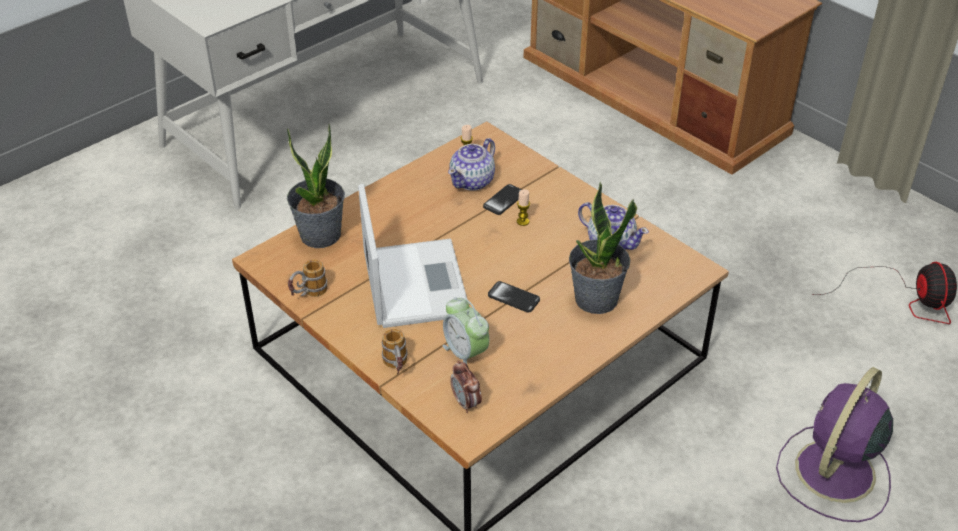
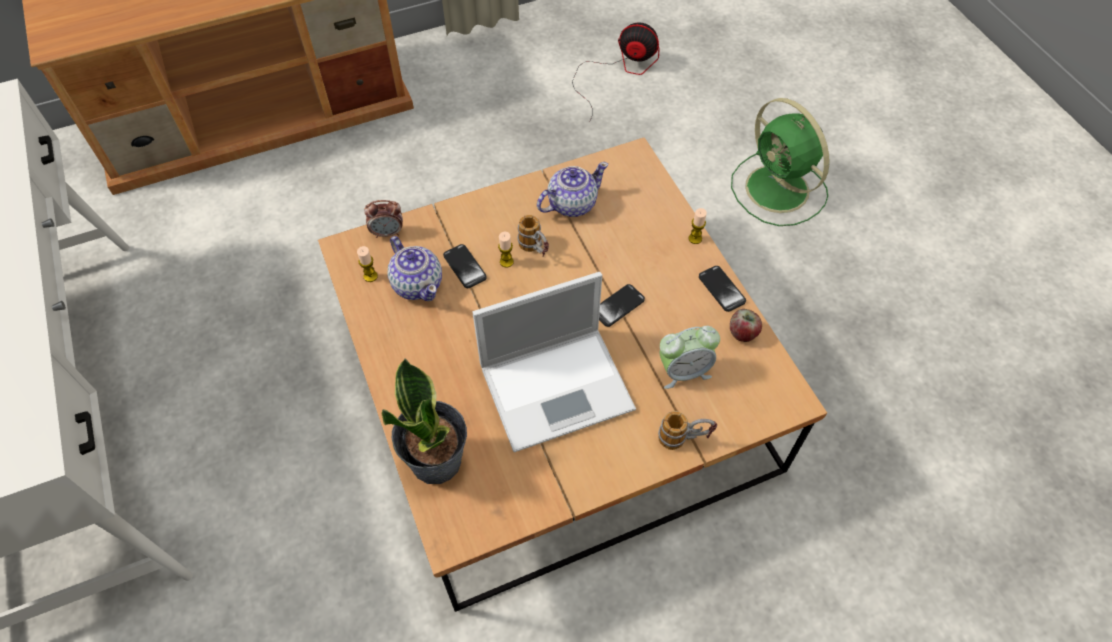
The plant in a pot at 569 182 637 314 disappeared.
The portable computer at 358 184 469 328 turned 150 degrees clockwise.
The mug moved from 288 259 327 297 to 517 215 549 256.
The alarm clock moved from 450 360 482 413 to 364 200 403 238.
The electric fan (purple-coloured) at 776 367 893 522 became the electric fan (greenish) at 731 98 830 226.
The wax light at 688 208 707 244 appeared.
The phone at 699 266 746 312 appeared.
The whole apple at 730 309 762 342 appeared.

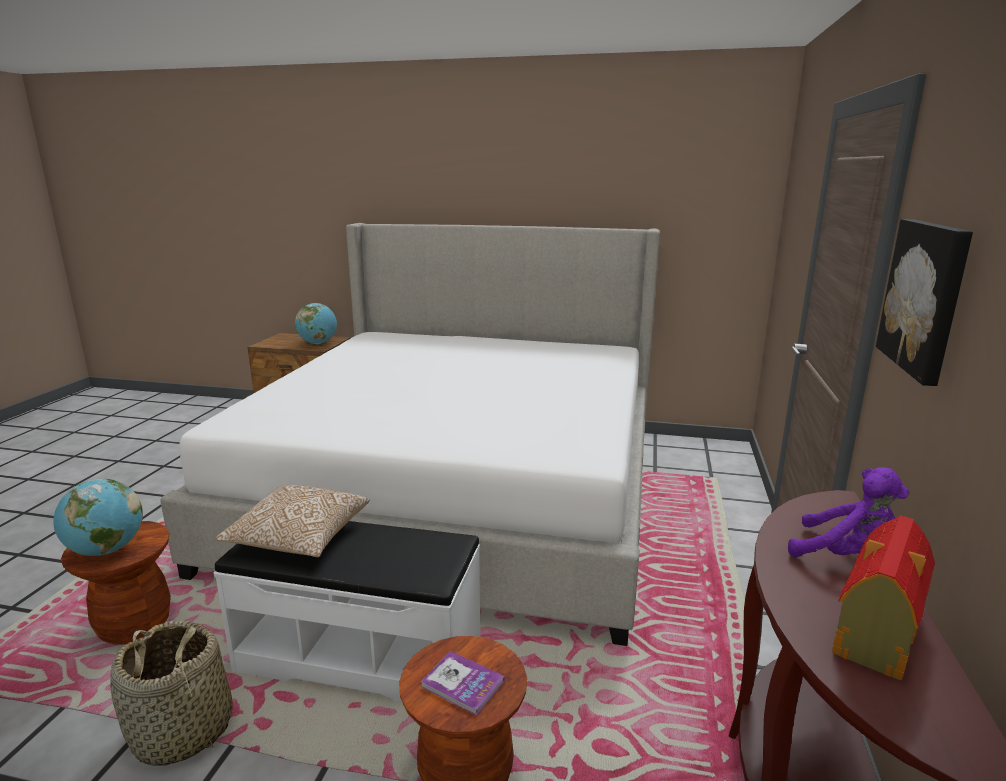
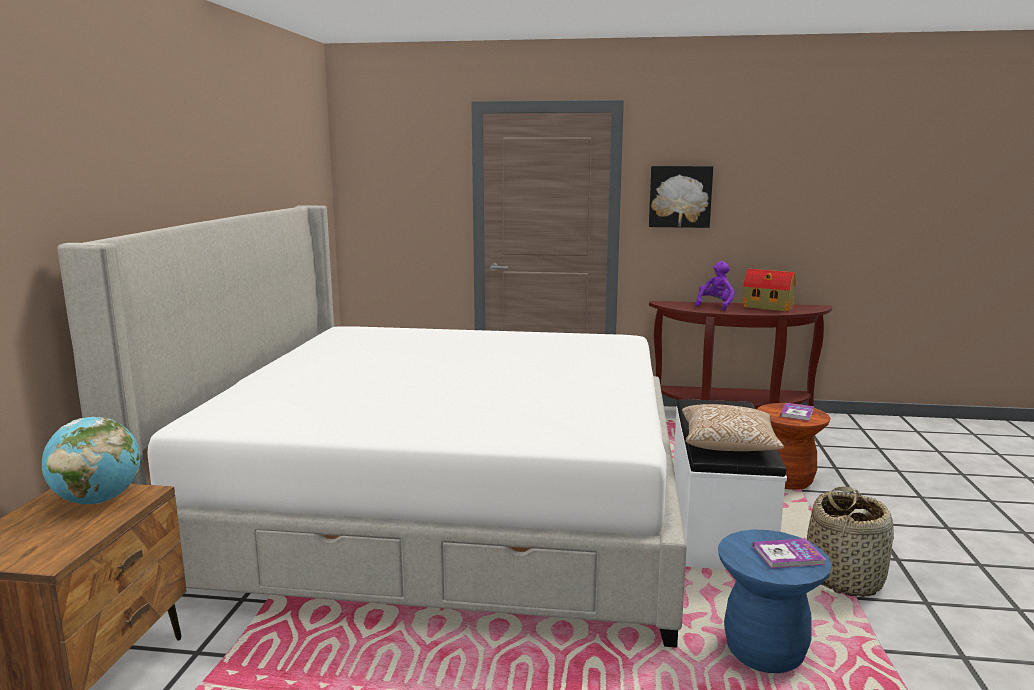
The world globe at 53 479 143 556 was replaced by the volume at 753 538 826 569.
The sitting stool (brown) at 61 521 171 645 became the sitting stool (blue-coloured) at 718 530 832 673.

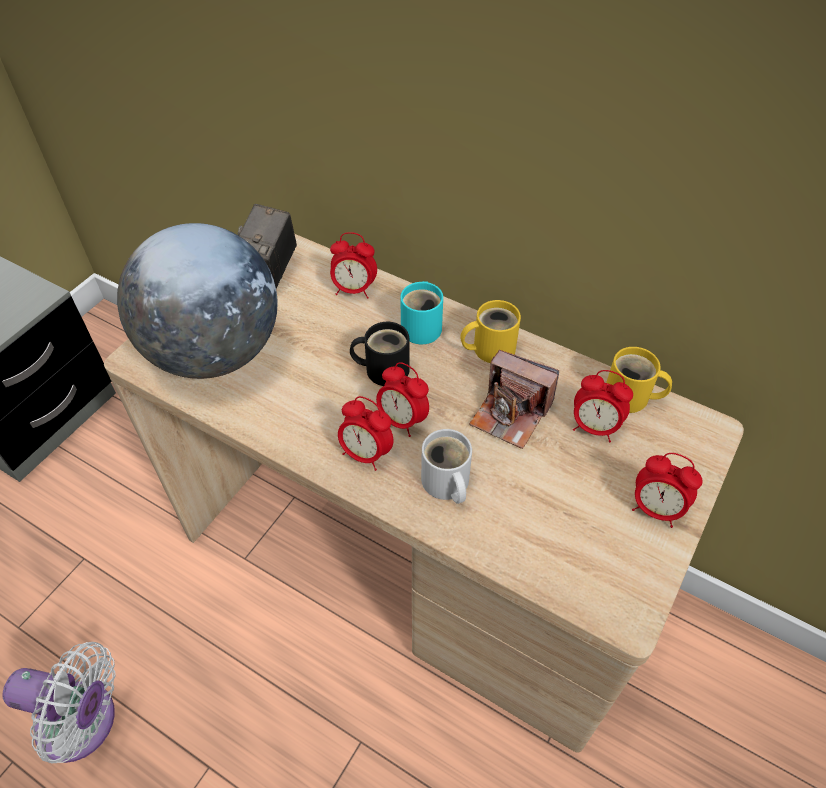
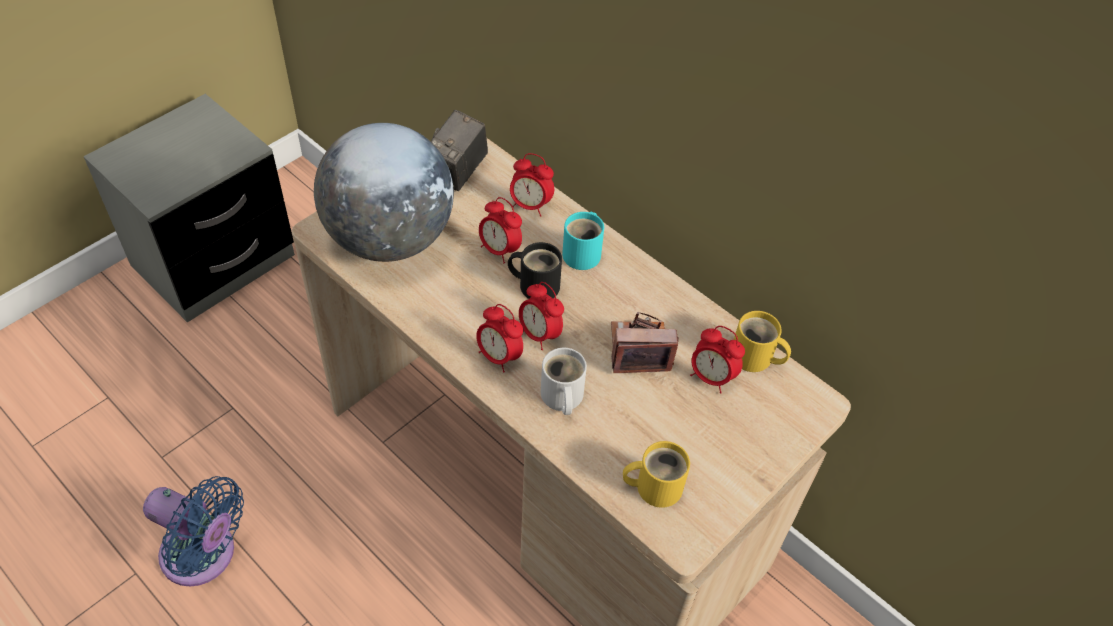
The mug (yellow) moved from 460 300 521 363 to 623 441 690 508.
The photo camera at 469 350 559 449 turned 135 degrees clockwise.
The alarm clock moved from 632 453 703 528 to 479 197 522 264.
The electric fan (white) at 2 642 116 763 became the electric fan (blue-coloured) at 143 476 244 587.

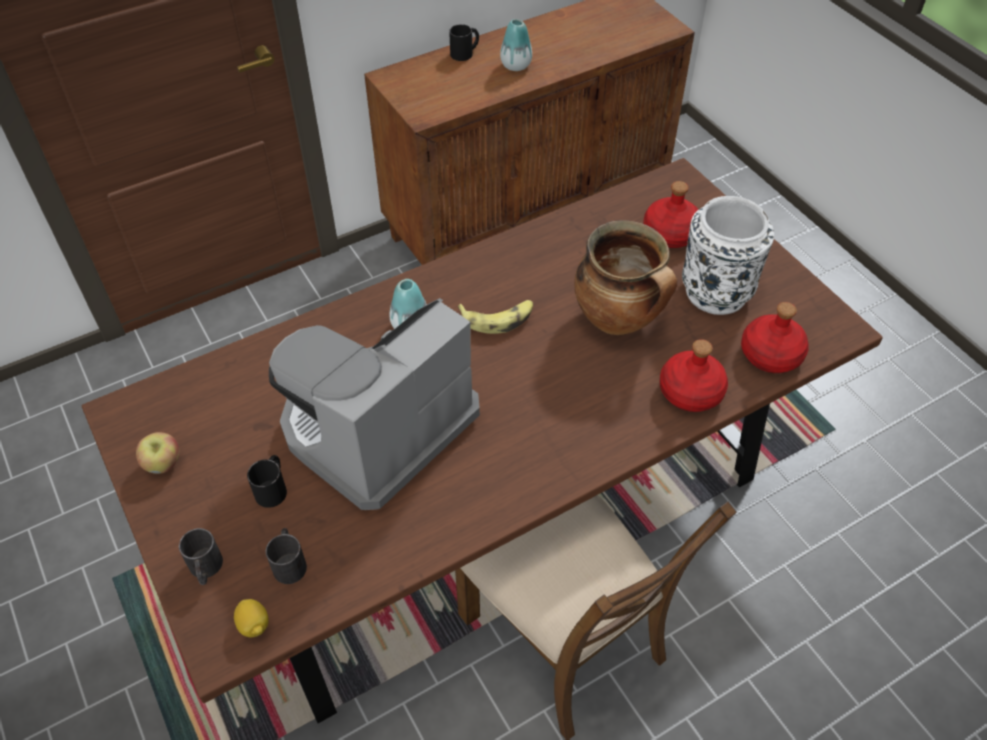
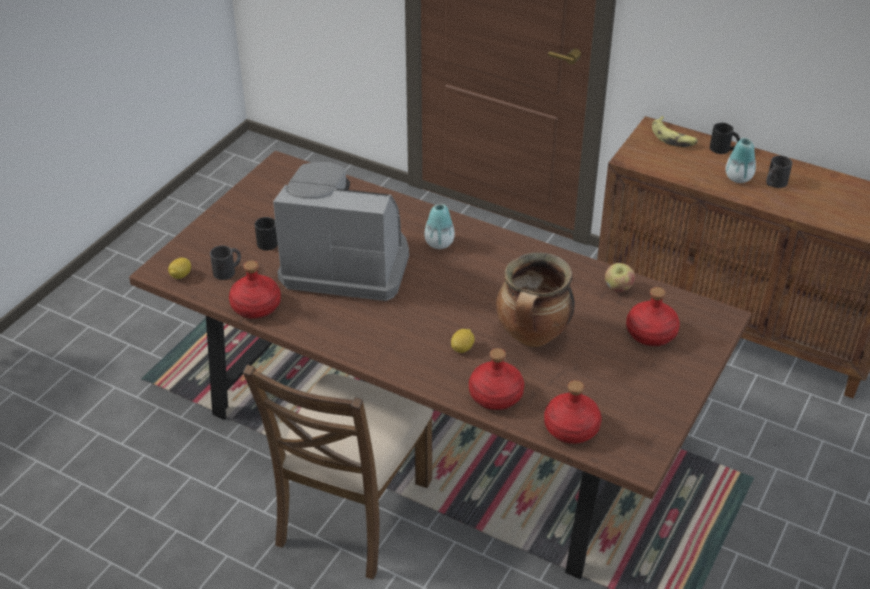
The flower vase (white) at 682 196 774 315 disappeared.
The banana fruit moved from 457 300 533 334 to 652 116 698 147.
The whole apple moved from 136 432 180 474 to 605 263 635 292.
The mug (black) moved from 179 528 223 585 to 766 155 792 188.
The bottle (red-coloured) at 229 261 281 319 appeared.
The whole lemon at 451 329 475 353 appeared.

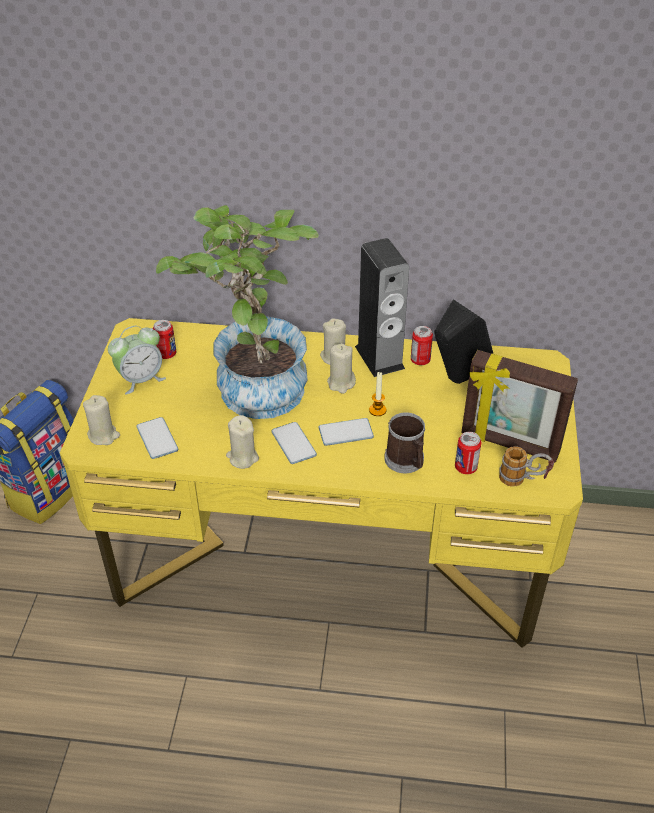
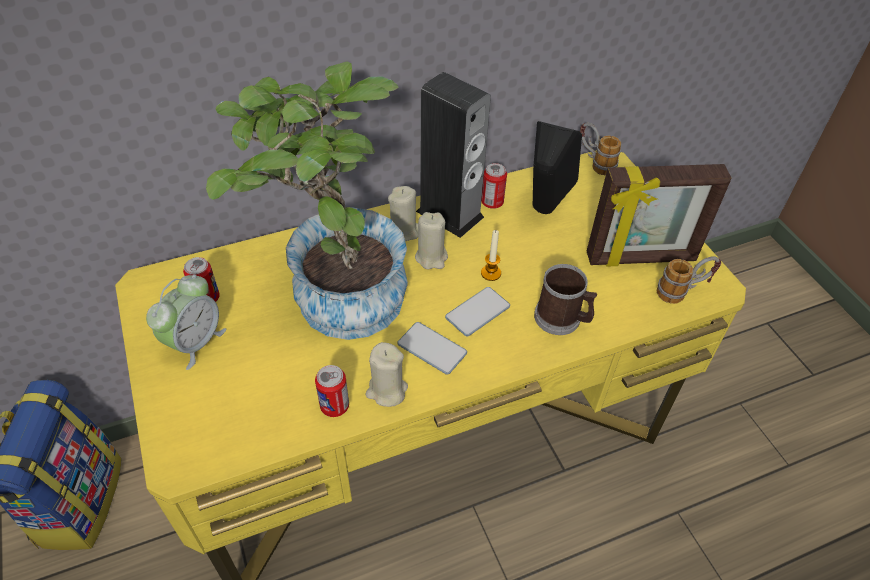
The wax light (beige-coloured) at 83 395 120 445 disappeared.
The phone at 136 417 178 459 disappeared.
The metal can moved from 455 432 481 474 to 315 365 349 417.
The mug at 580 123 621 175 appeared.

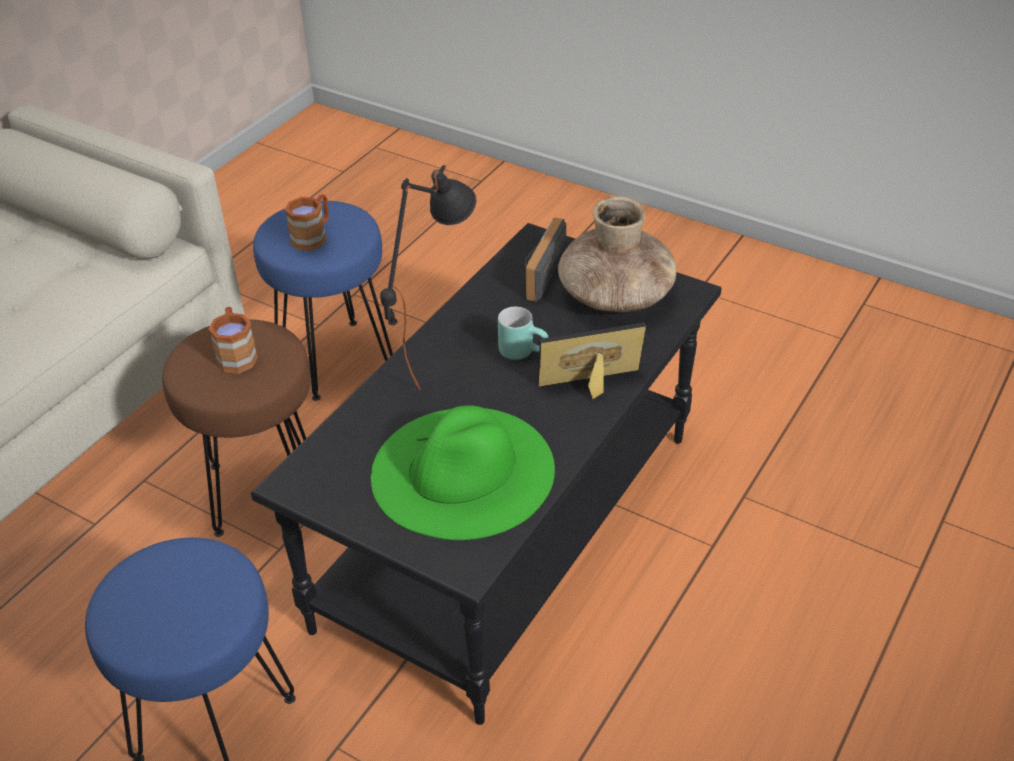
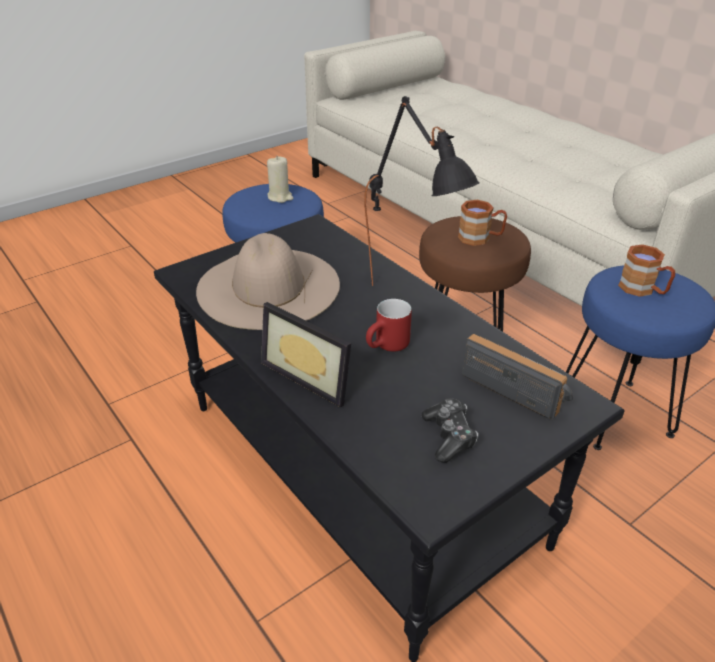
The flower vase (brown) at 558 196 677 312 was replaced by the game controller at 422 398 478 463.
The mug (turquoise-coloured) at 498 307 549 360 became the mug (red-coloured) at 366 299 412 352.
The photo frame at 537 323 646 399 turned 120 degrees clockwise.
The hat (greenish) at 371 405 555 540 became the hat (beige-coloured) at 196 233 340 330.
The wax light (beige-coloured) at 267 156 293 203 appeared.

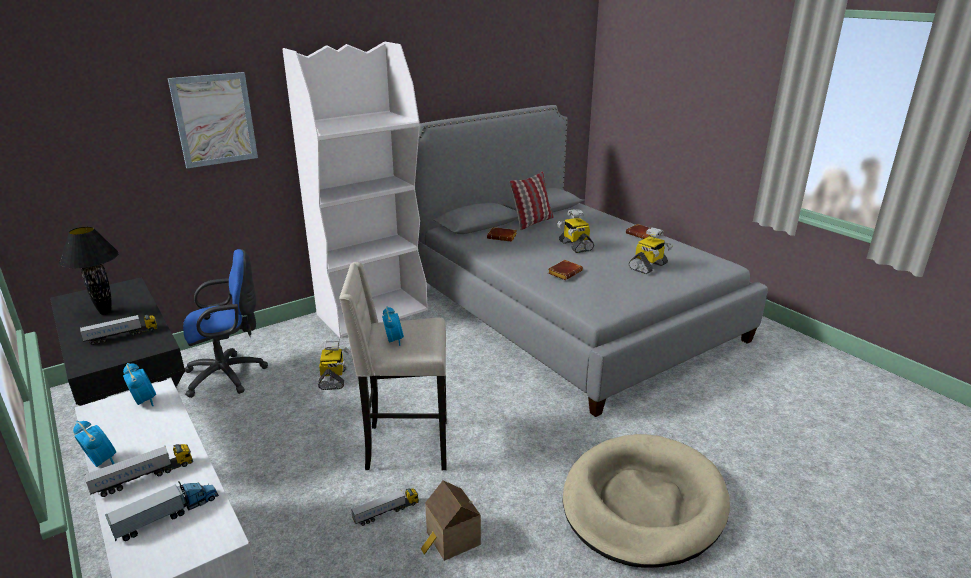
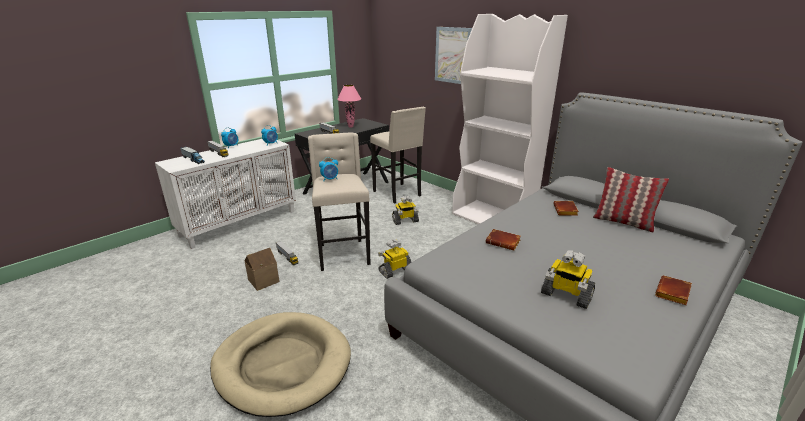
The toy robot moved from 557 209 594 253 to 378 239 411 279.
The tabletop lamp (black) at 59 227 119 314 became the tabletop lamp (pink) at 337 85 361 127.
The office chair (blue-coloured) at 183 249 268 398 was replaced by the sitting stool (beige-coloured) at 370 107 426 204.

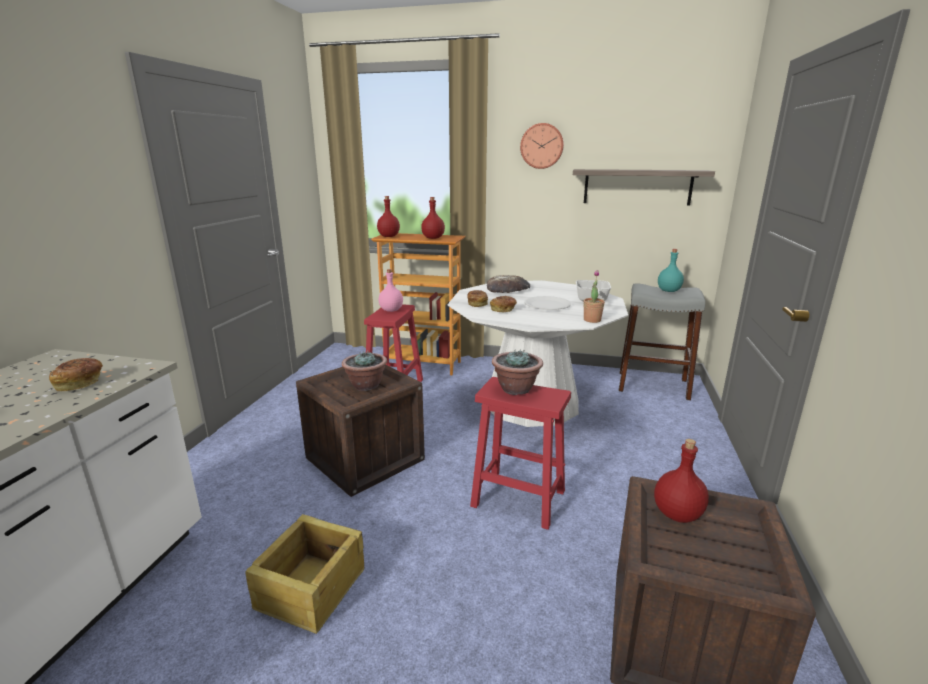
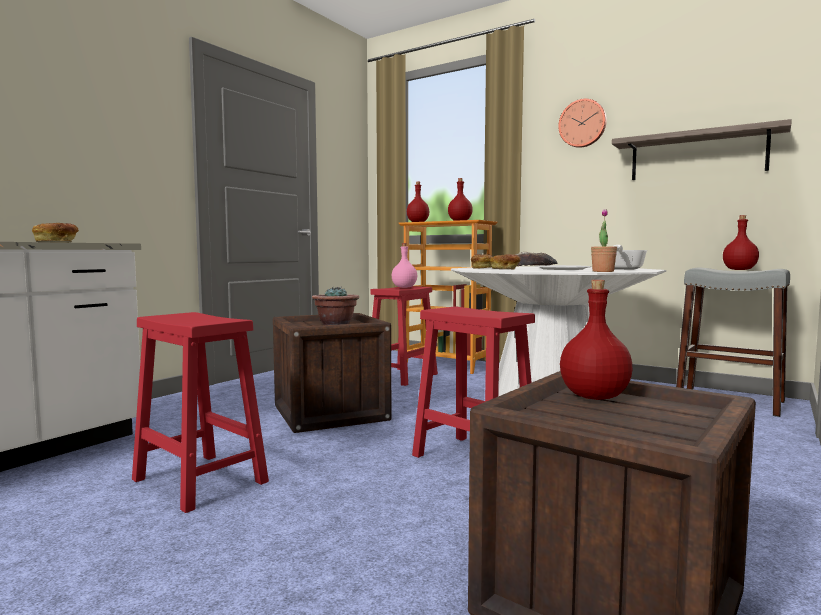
The bottle (turquoise-coloured) at 658 249 684 292 became the bottle (red-coloured) at 723 215 759 270.
The plant in a pot at 492 349 543 395 disappeared.
The shipping crate at 245 514 364 634 was replaced by the sitting stool (red-coloured) at 132 312 269 513.

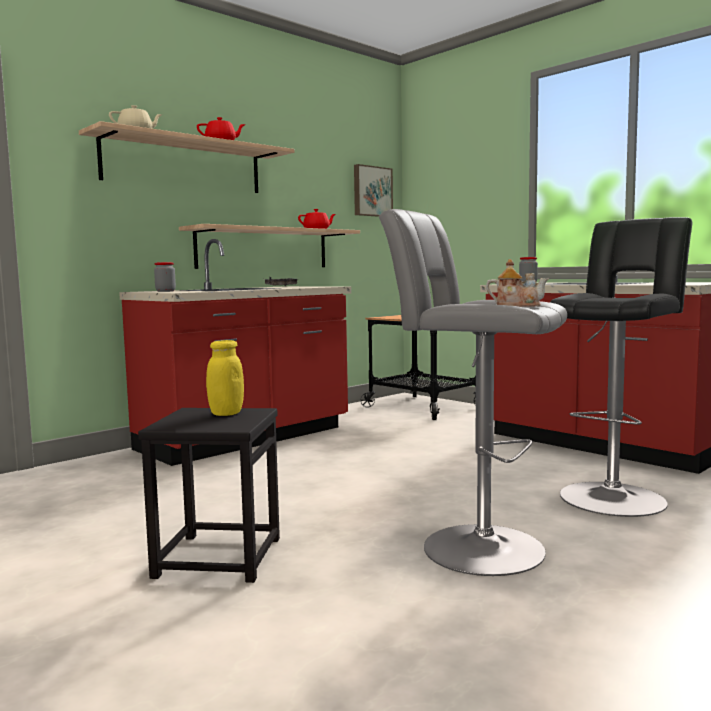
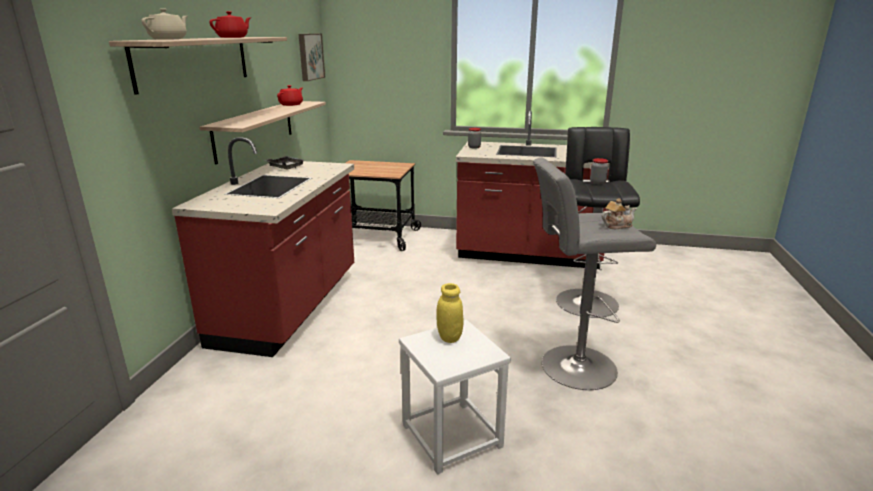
The preserve jar moved from 154 262 176 292 to 590 158 608 184.
The sitting stool (black) at 138 408 280 583 became the sitting stool (white) at 399 320 511 475.

